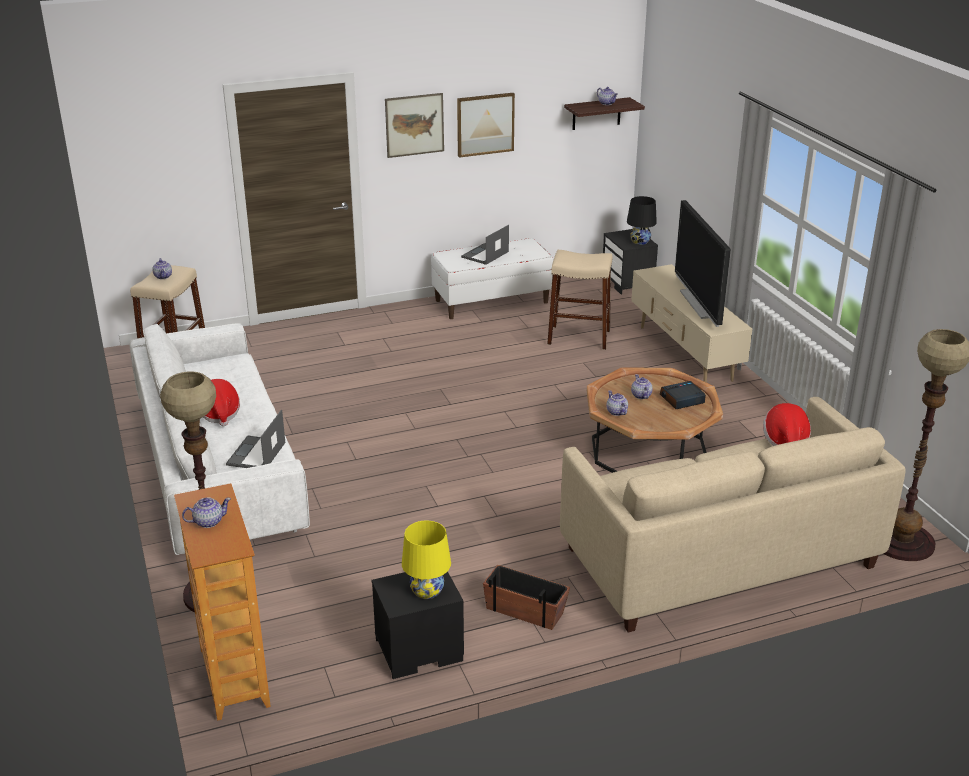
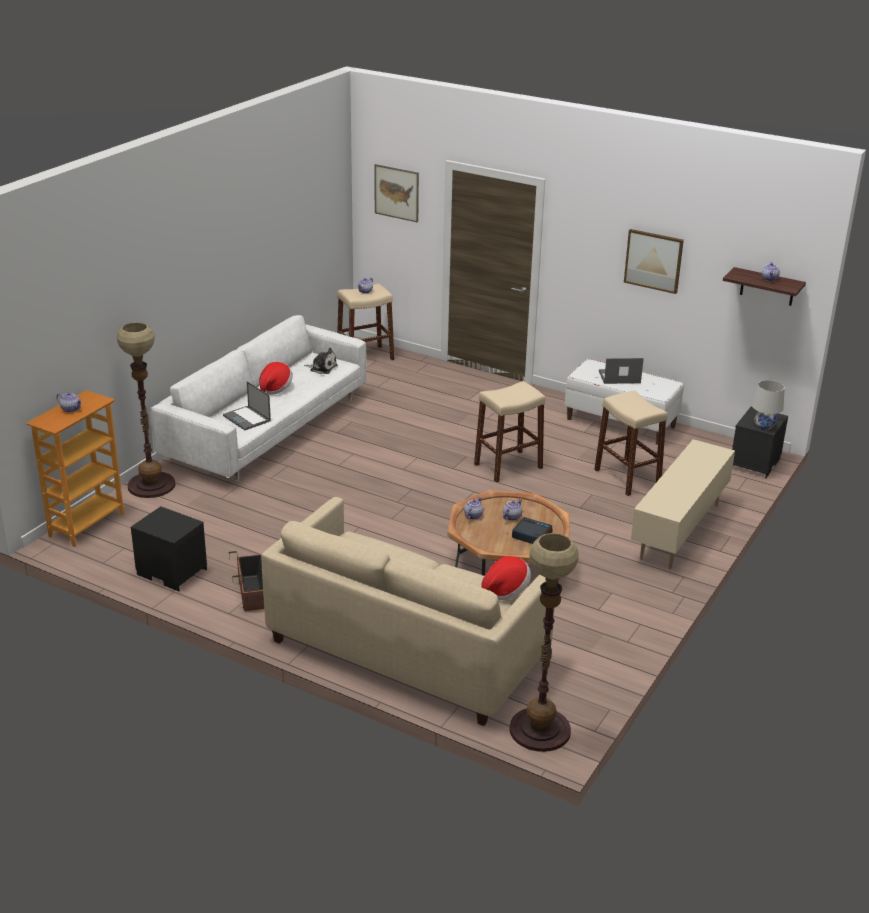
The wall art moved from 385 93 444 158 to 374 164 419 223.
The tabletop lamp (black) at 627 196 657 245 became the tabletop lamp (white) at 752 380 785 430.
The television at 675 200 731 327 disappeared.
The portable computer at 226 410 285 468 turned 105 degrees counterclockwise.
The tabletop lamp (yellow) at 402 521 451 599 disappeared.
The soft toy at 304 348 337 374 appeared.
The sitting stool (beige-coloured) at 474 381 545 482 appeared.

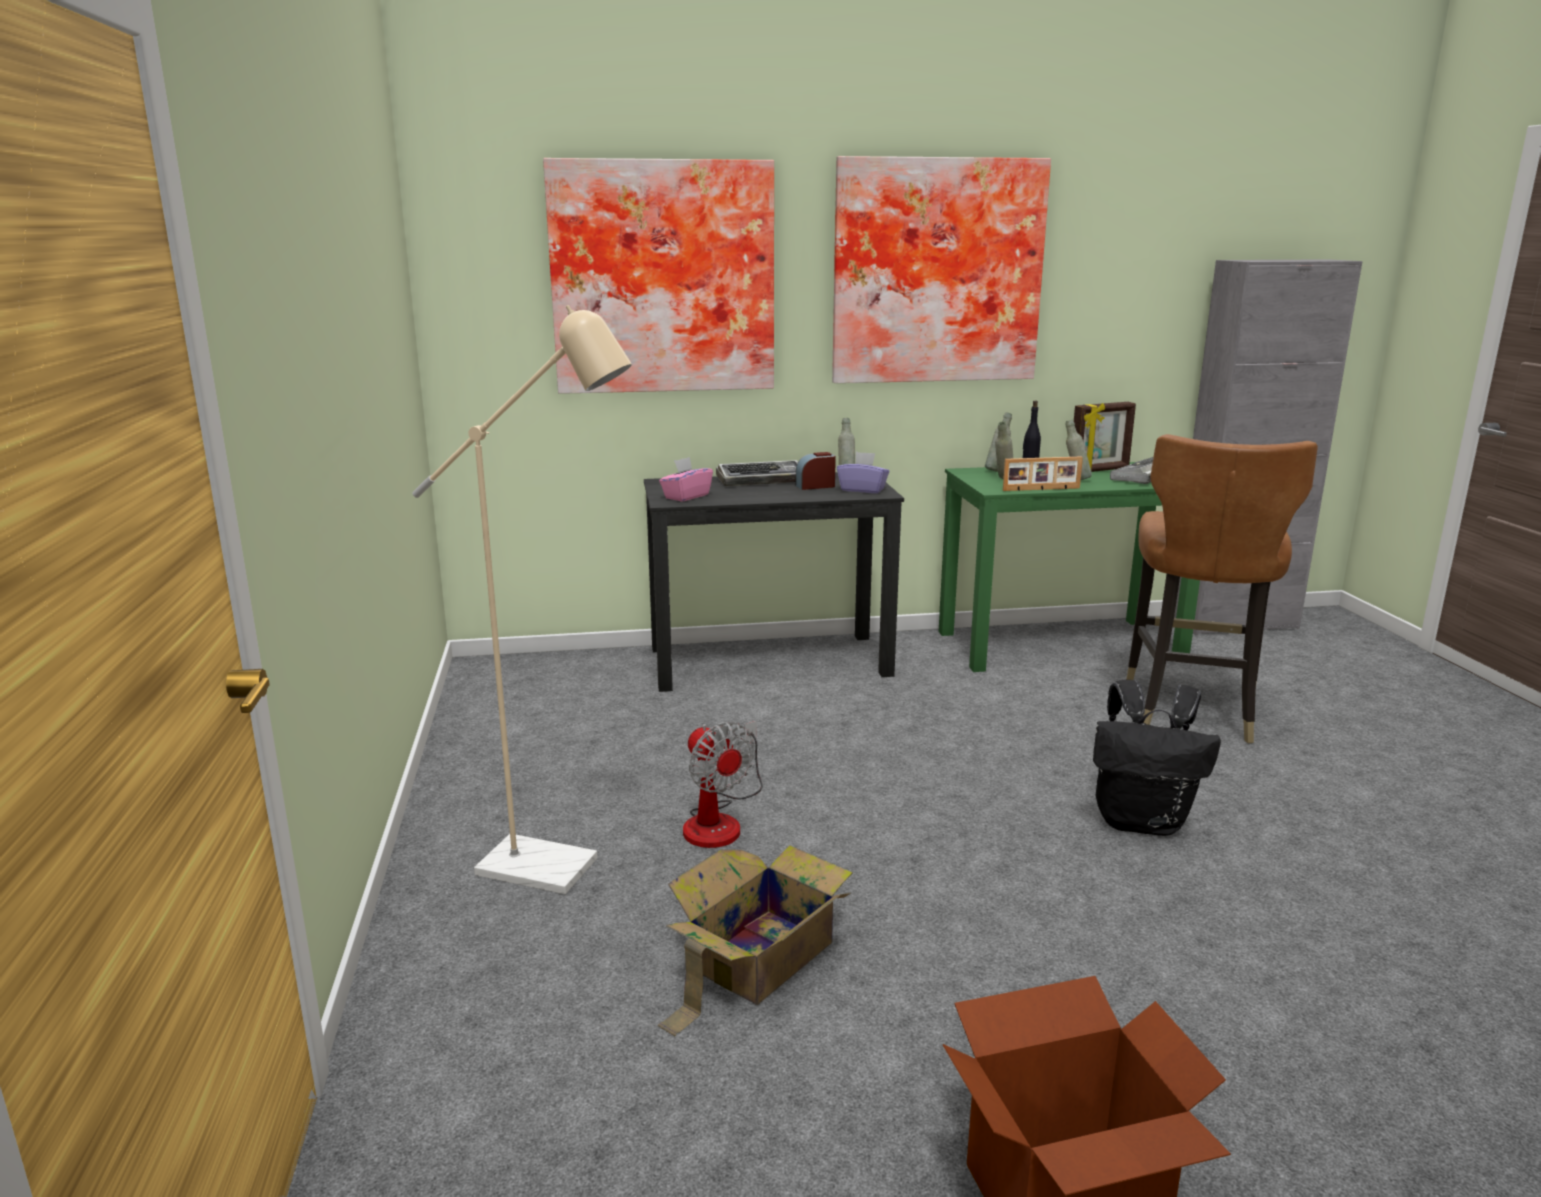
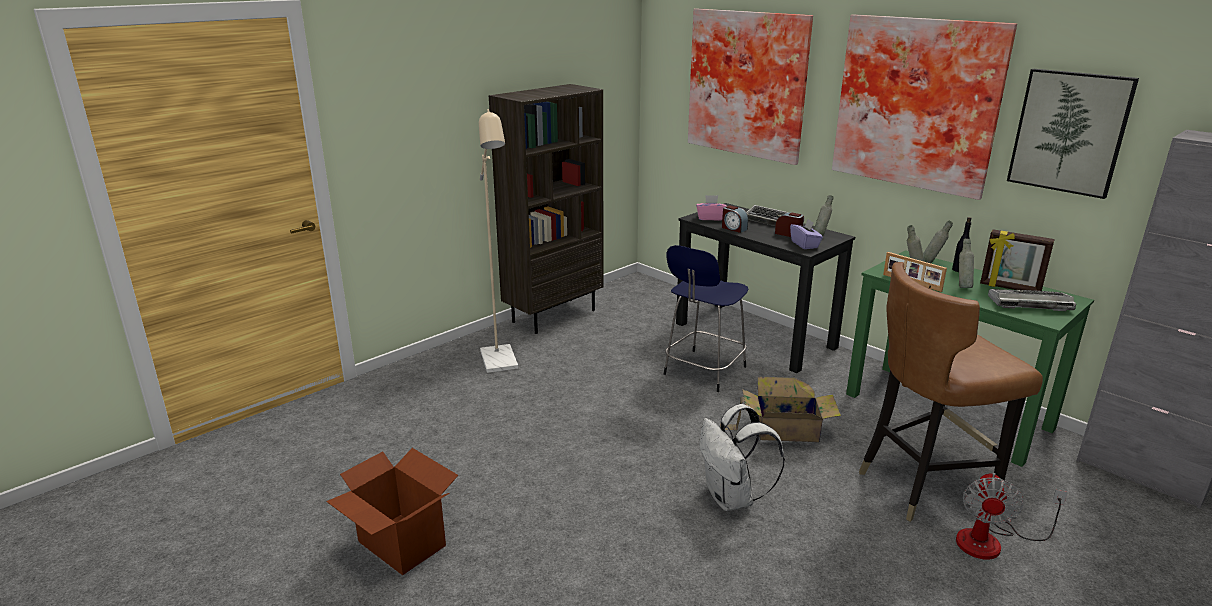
The knapsack (black) at 1093 680 1221 836 became the knapsack (white) at 700 404 785 511.
The electric fan moved from 683 721 763 848 to 956 473 1068 560.
The cardboard box moved from 658 845 853 1036 to 720 377 841 442.
The wall art at 1007 69 1139 199 appeared.
The shelving unit (brown) at 489 84 603 334 appeared.
The alarm clock at 722 205 748 233 appeared.
The sitting stool (blue-coloured) at 664 245 749 392 appeared.

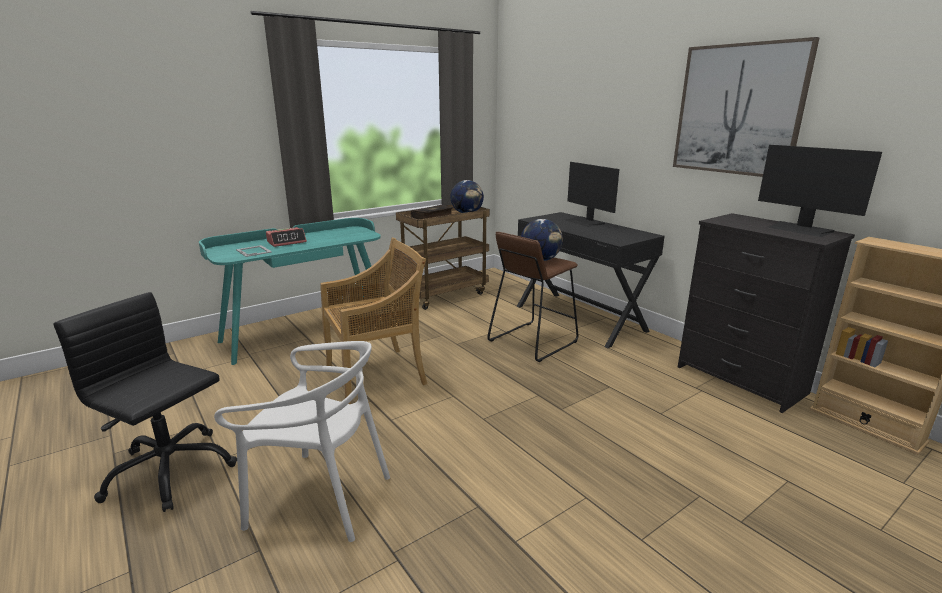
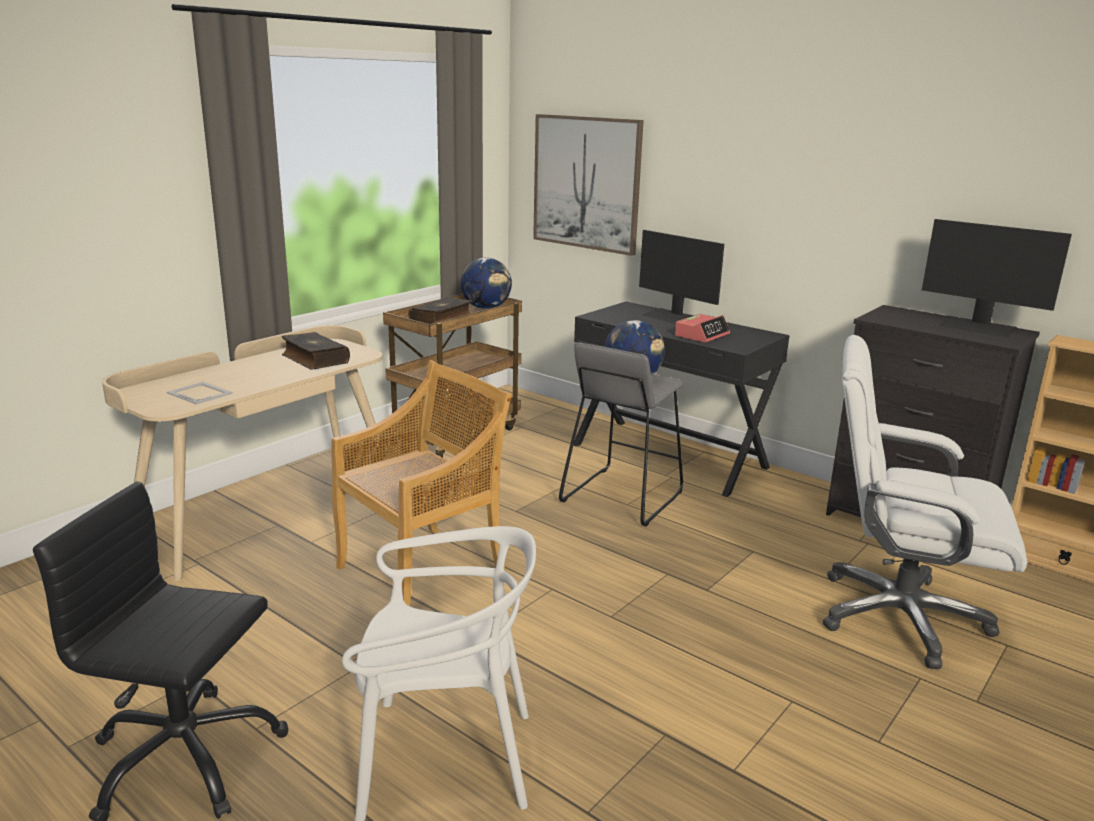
The wall art moved from 673 37 820 177 to 533 114 644 256.
The desk unit (turquoise-coloured) at 199 218 381 365 became the desk unit (beige-coloured) at 102 325 395 581.
The alarm clock moved from 266 227 307 247 to 675 314 730 343.
The sitting stool (brown) at 487 232 578 362 became the sitting stool (gray) at 559 342 684 527.
The volume at 282 332 350 369 appeared.
The office chair (white) at 823 335 1027 669 appeared.

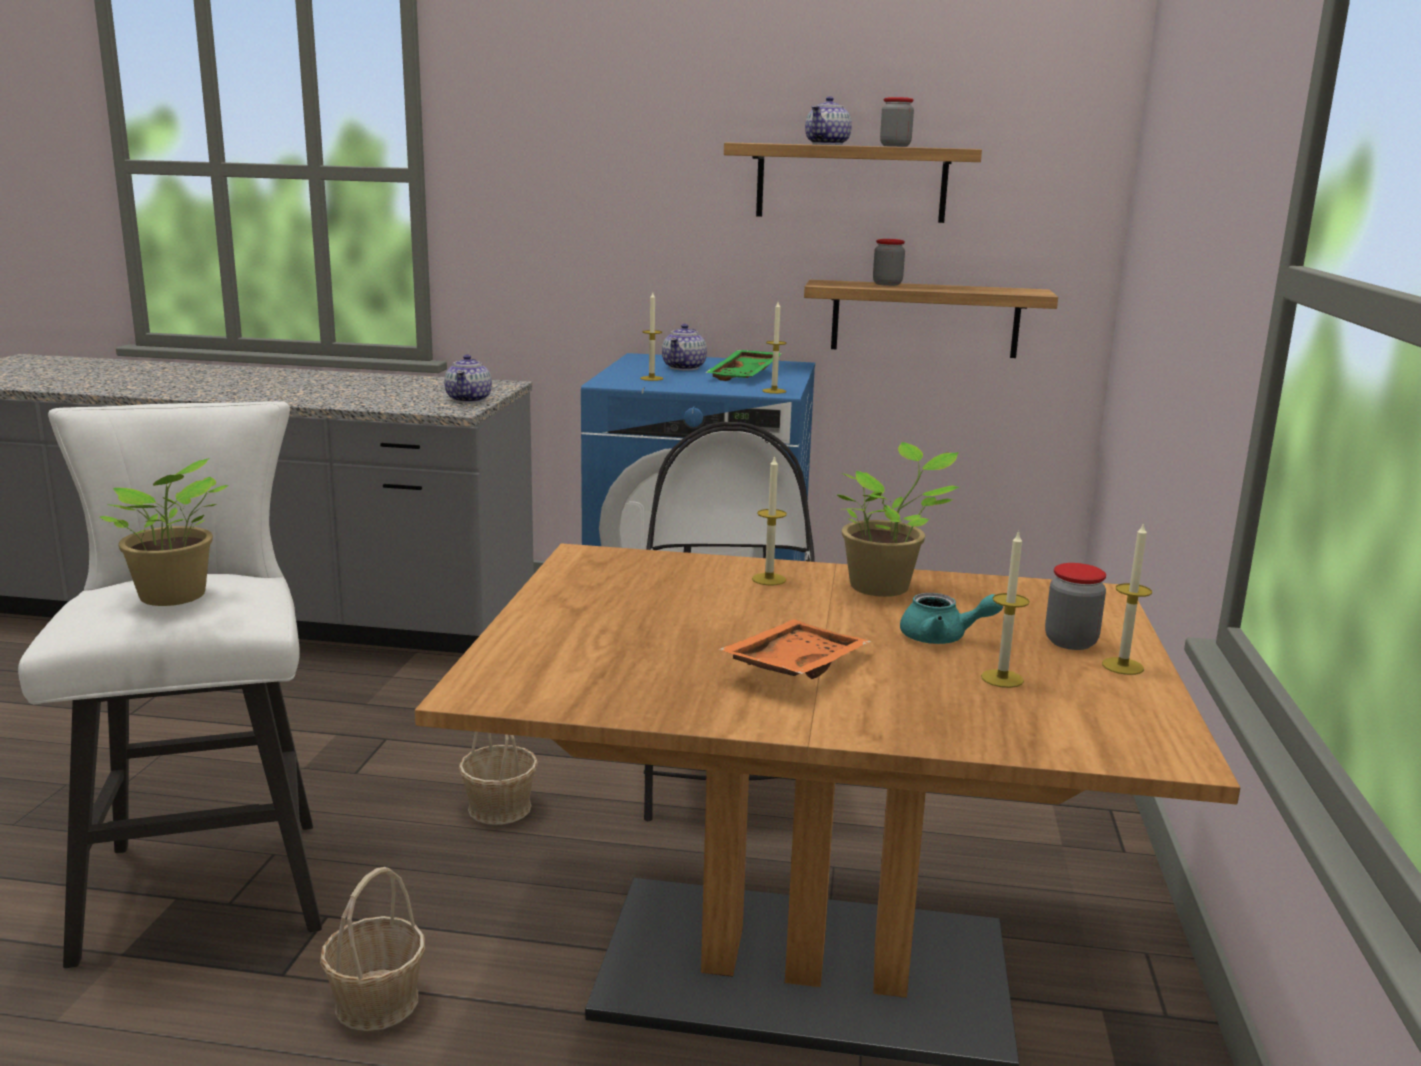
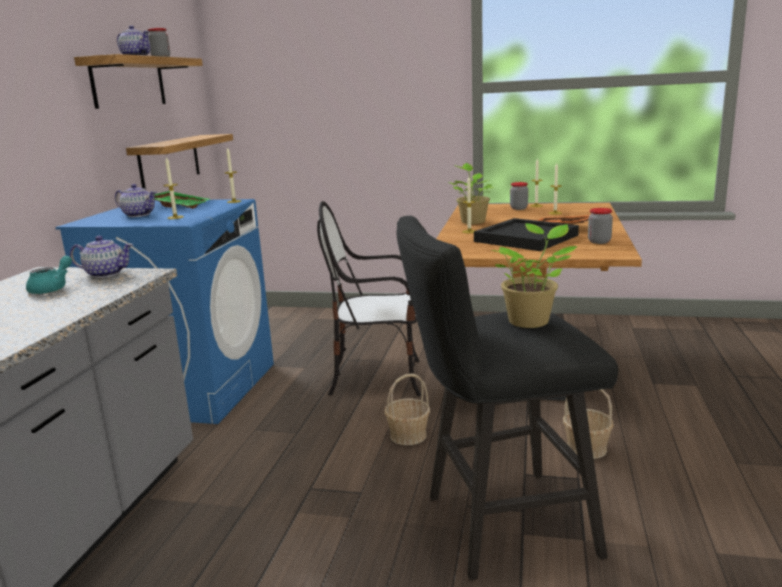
The preserve jar moved from 873 239 905 286 to 588 208 613 244.
The sitting stool (white) at 18 401 322 968 became the sitting stool (black) at 396 216 618 580.
The tea pot (turquoise-coloured) moved from 900 593 1003 644 to 26 256 72 294.
The serving tray (black) at 474 218 579 251 appeared.

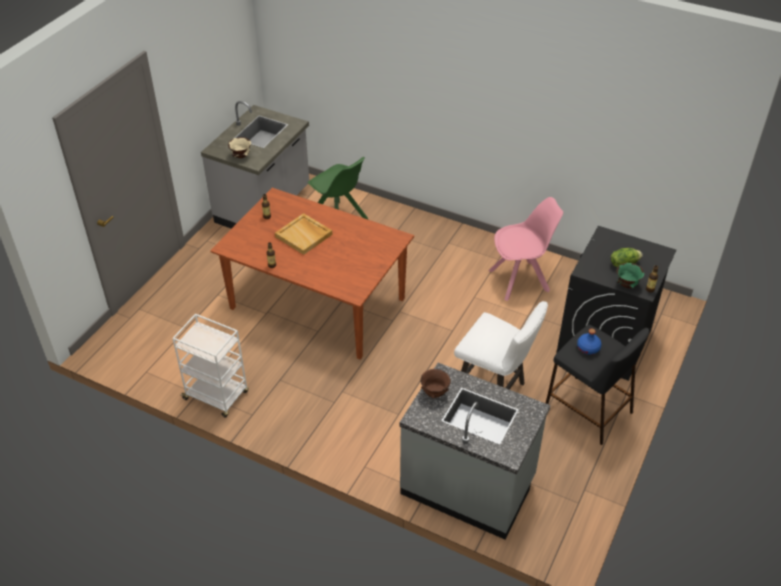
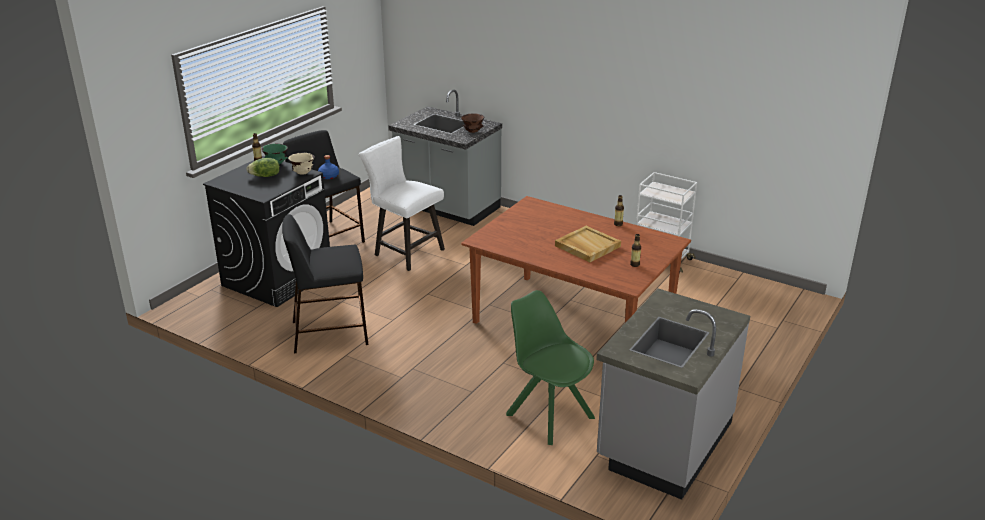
The serving bowl (beige-coloured) moved from 228 137 251 158 to 288 153 315 175.
The upright chair (pink) at 488 197 563 301 was replaced by the sitting stool (black) at 282 214 369 353.

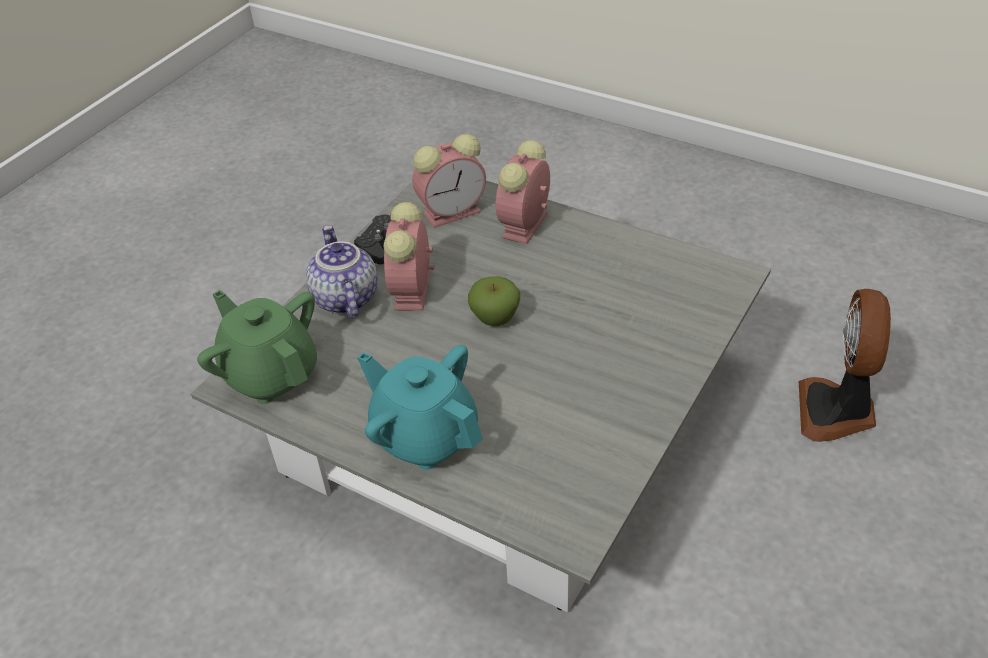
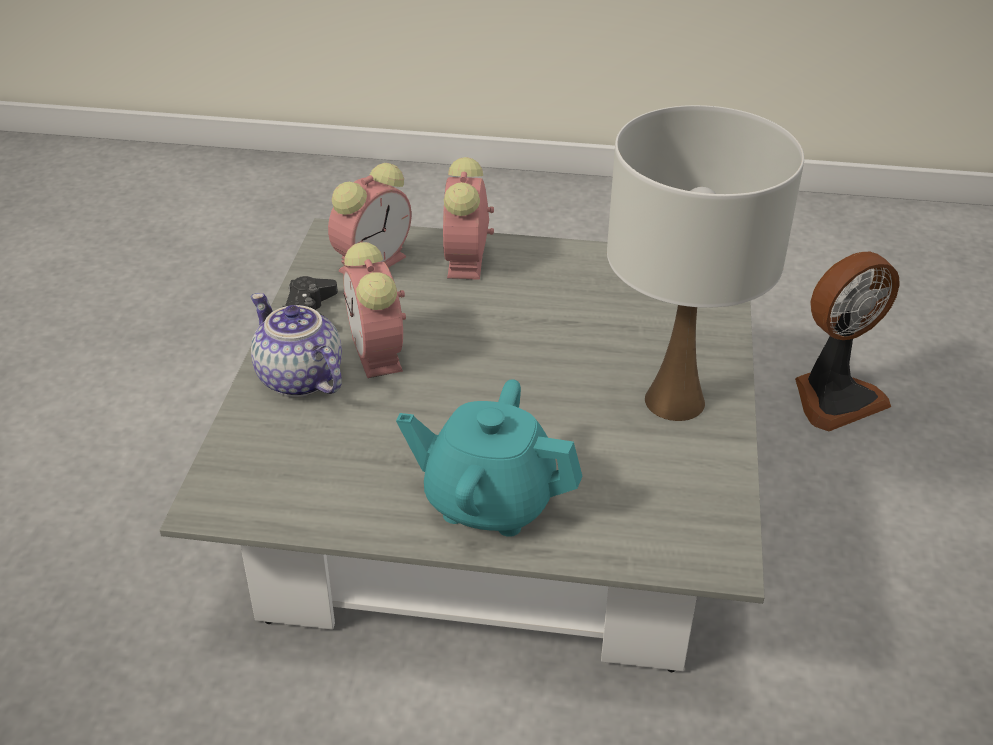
The whole apple at 468 276 520 326 disappeared.
The electric fan at 799 289 891 442 turned 105 degrees counterclockwise.
The tea pot (greenish) at 197 290 317 404 disappeared.
The tabletop lamp (white) at 607 105 804 421 appeared.

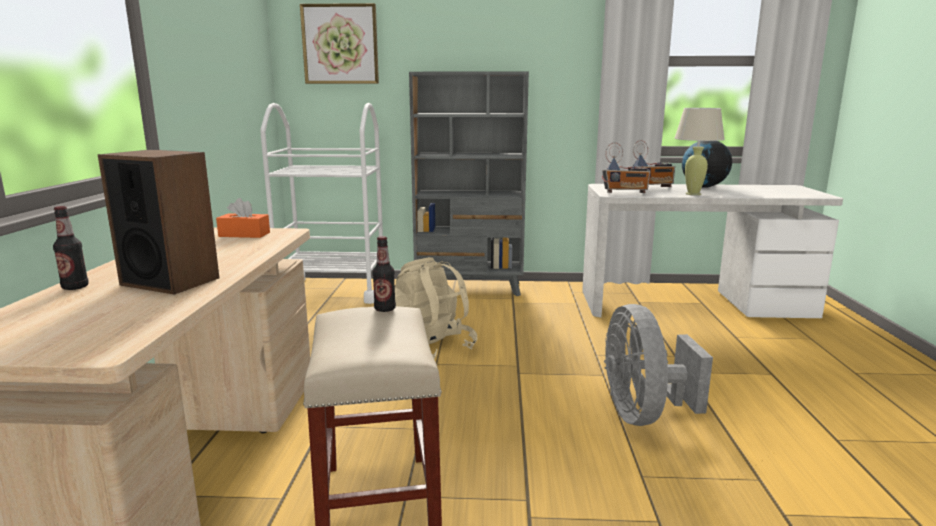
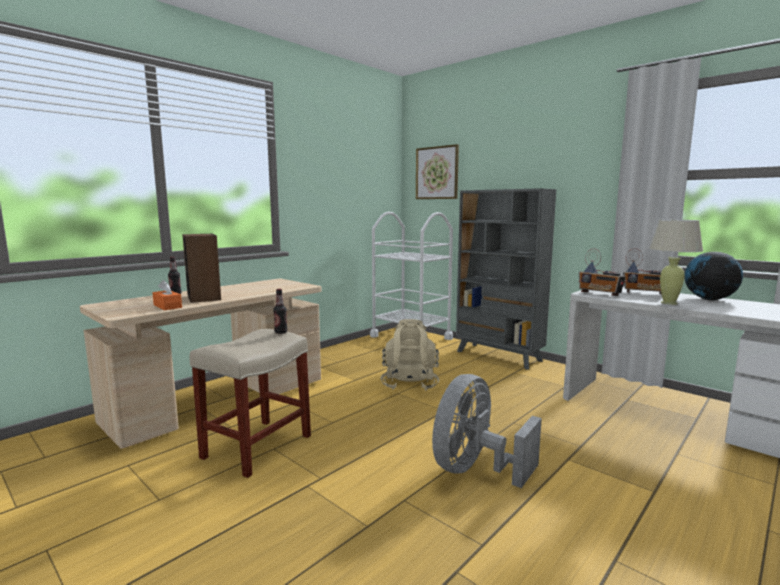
The tissue box (orange) moved from 216 198 270 238 to 152 280 182 310.

